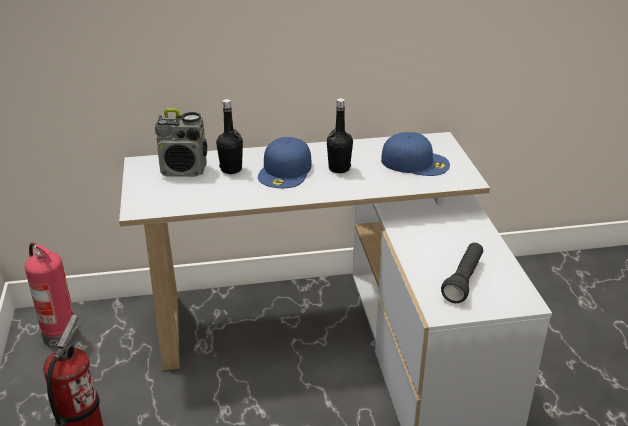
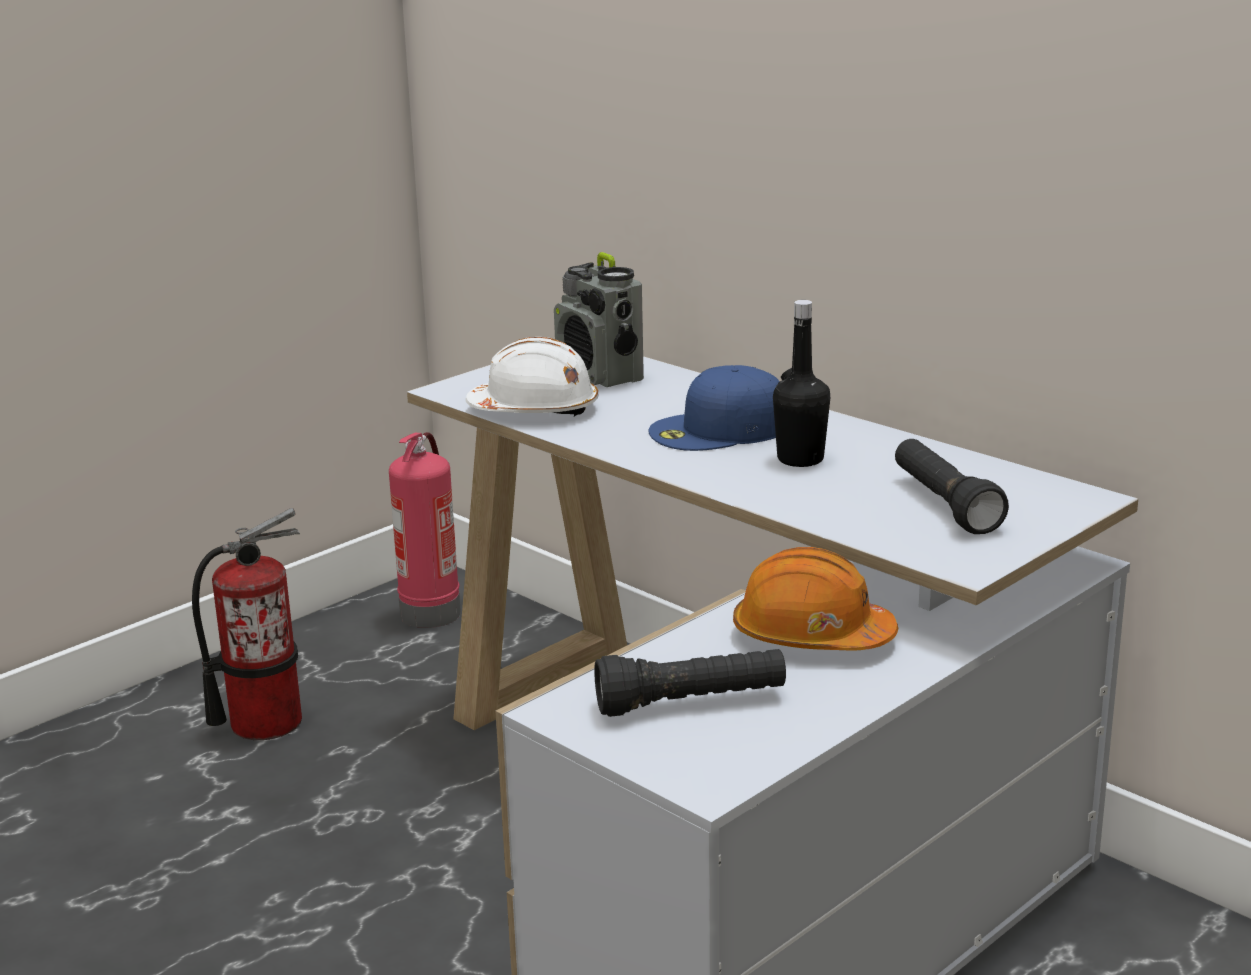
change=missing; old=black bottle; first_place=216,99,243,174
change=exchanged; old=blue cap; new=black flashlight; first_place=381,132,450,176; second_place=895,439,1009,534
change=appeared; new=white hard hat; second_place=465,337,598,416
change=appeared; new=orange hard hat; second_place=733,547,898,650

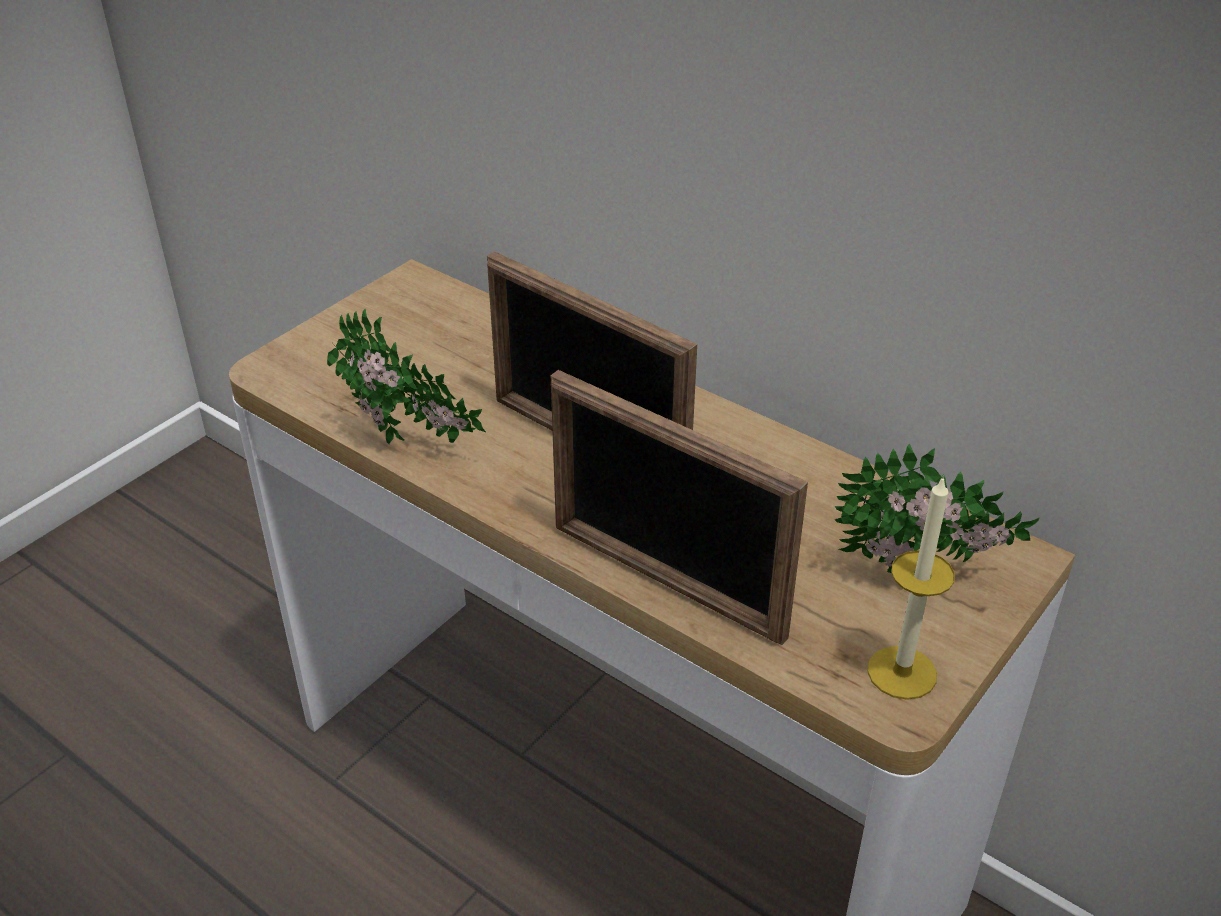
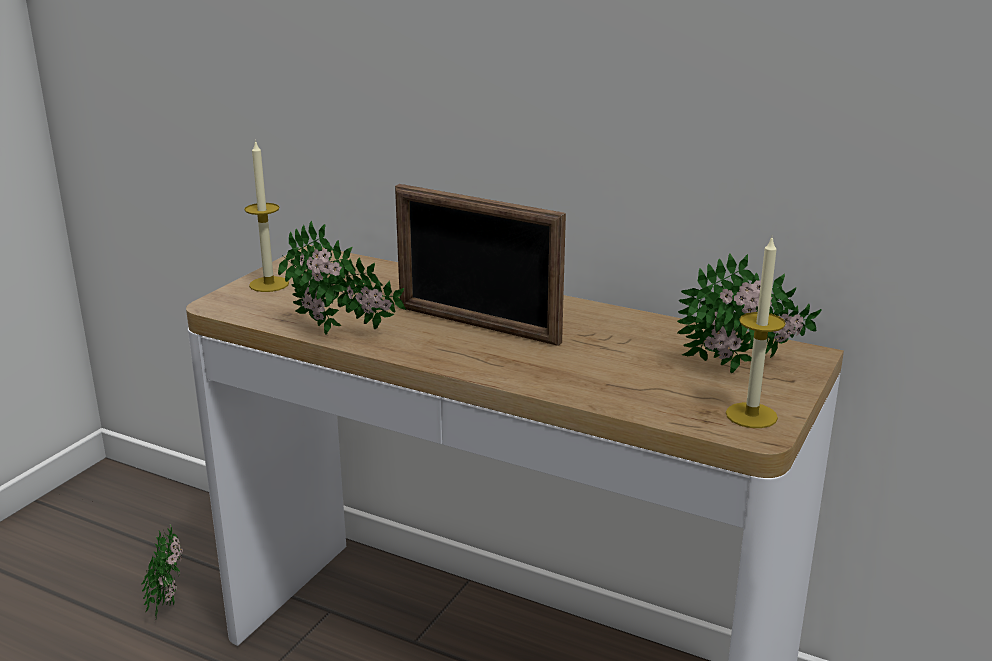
change=missing; old=picture frame; first_place=551,370,808,645
change=appeared; new=candle; second_place=244,140,289,292
change=appeared; new=potted plant; second_place=142,525,183,618

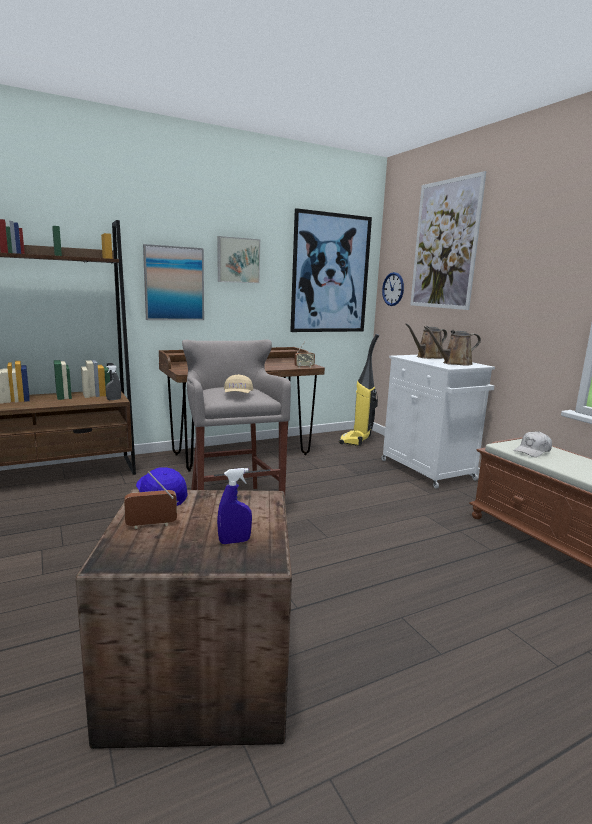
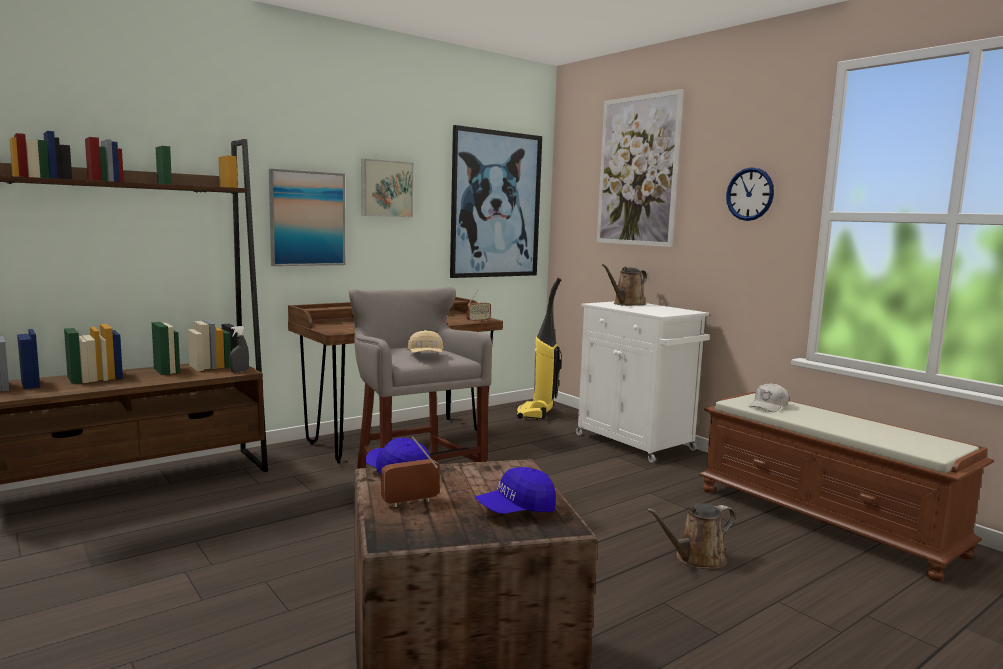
change=relocated; old=wall clock; first_place=382,272,404,306; second_place=726,167,774,221
change=relocated; old=brown watering can; first_place=424,326,481,365; second_place=646,503,736,569
change=exchanged; old=blue spray bottle; new=blue cap; first_place=217,468,252,544; second_place=475,467,556,514

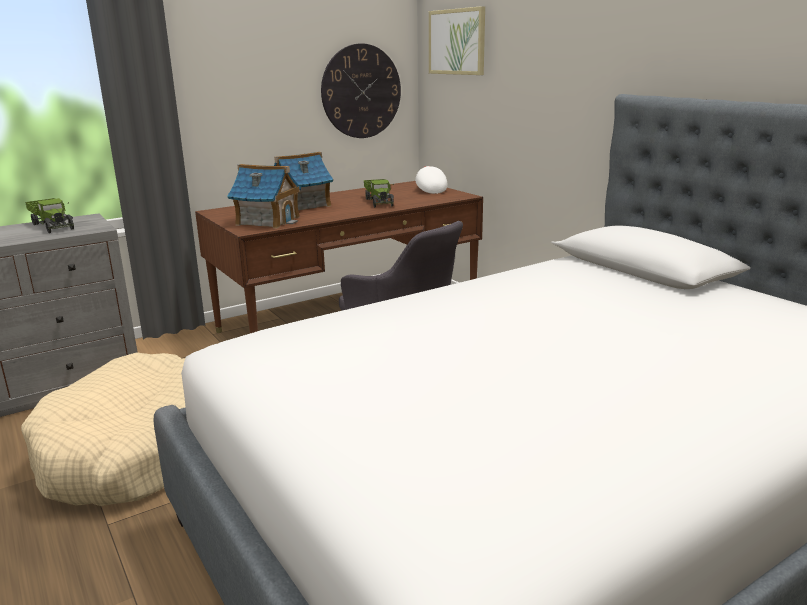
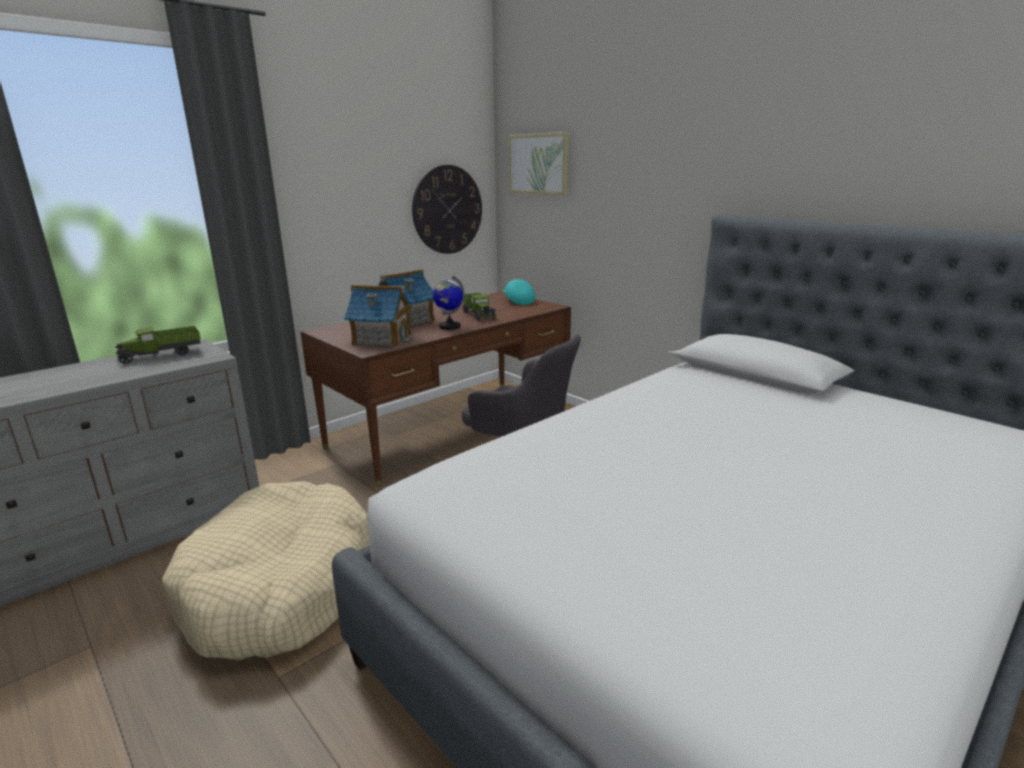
change=colour; old=white cap; new=turquoise cap; first_place=415,166,448,194; second_place=504,279,535,305
change=spun; old=toy truck; first_place=25,198,74,233; second_place=115,326,201,364; degrees=105
change=appeared; new=globe; second_place=433,276,464,330

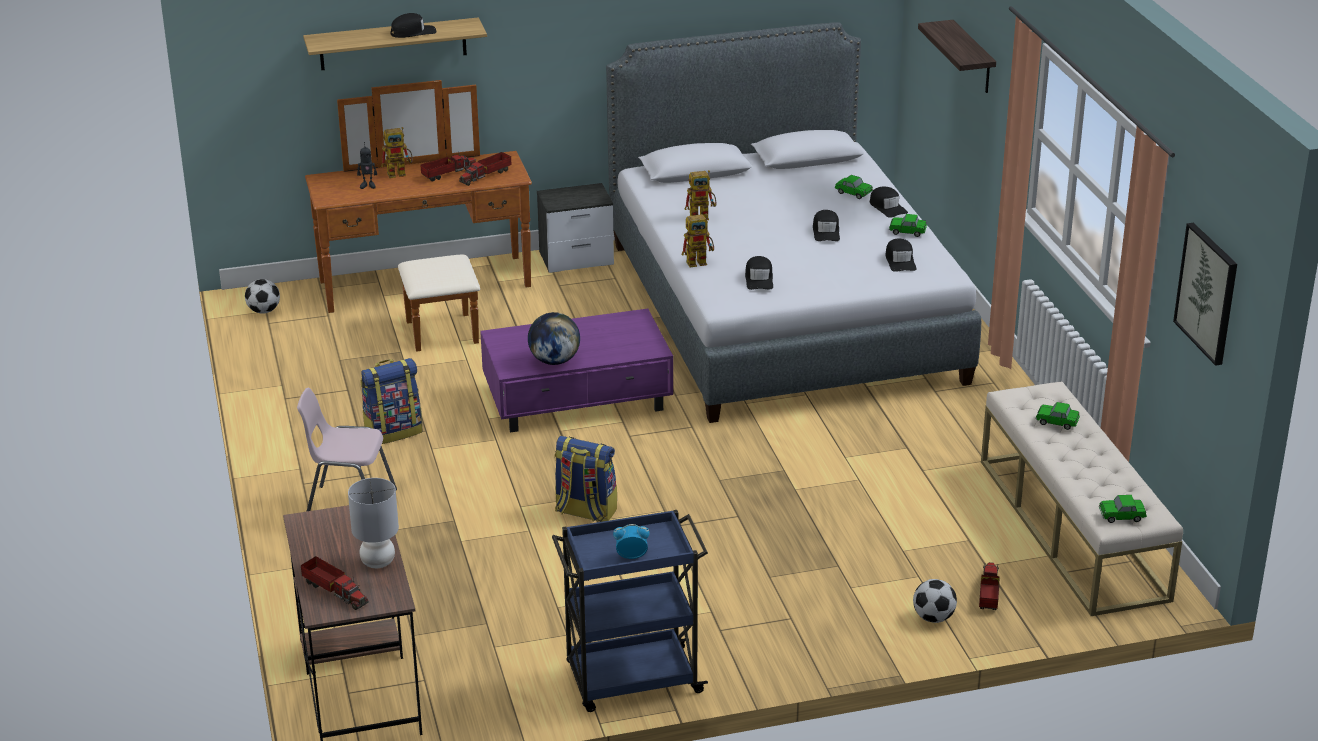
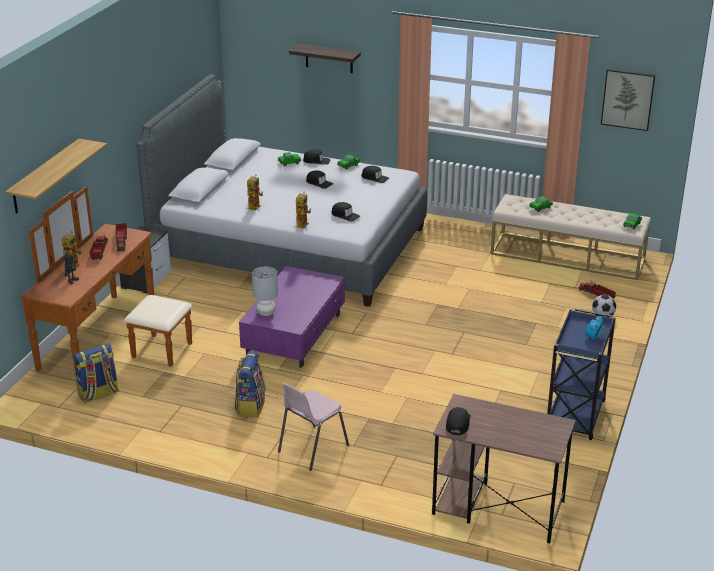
change=relocated; old=black cap; first_place=390,13,436,38; second_place=446,407,471,435
change=missing; old=football; first_place=245,279,280,314
change=missing; old=globe; first_place=528,312,580,365
change=relocated; old=backpack; first_place=554,436,617,522; second_place=73,343,119,403
change=relocated; old=grey table lamp; first_place=348,478,399,568; second_place=252,267,278,316
change=missing; old=toy truck; first_place=301,556,369,610

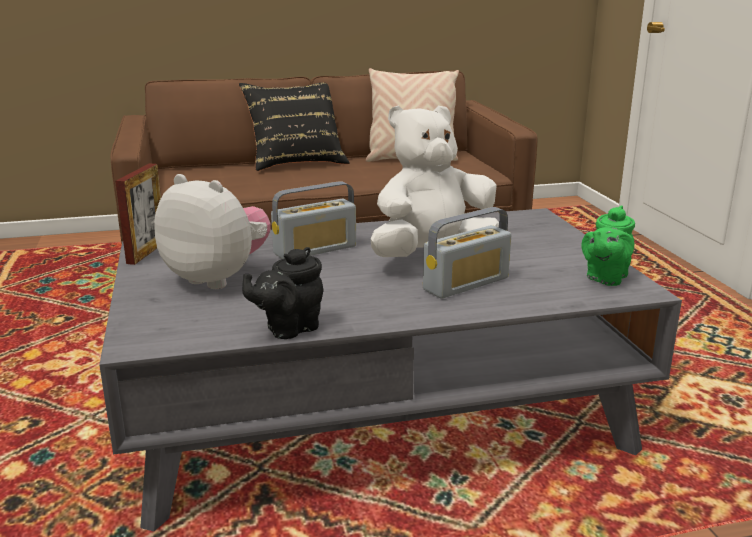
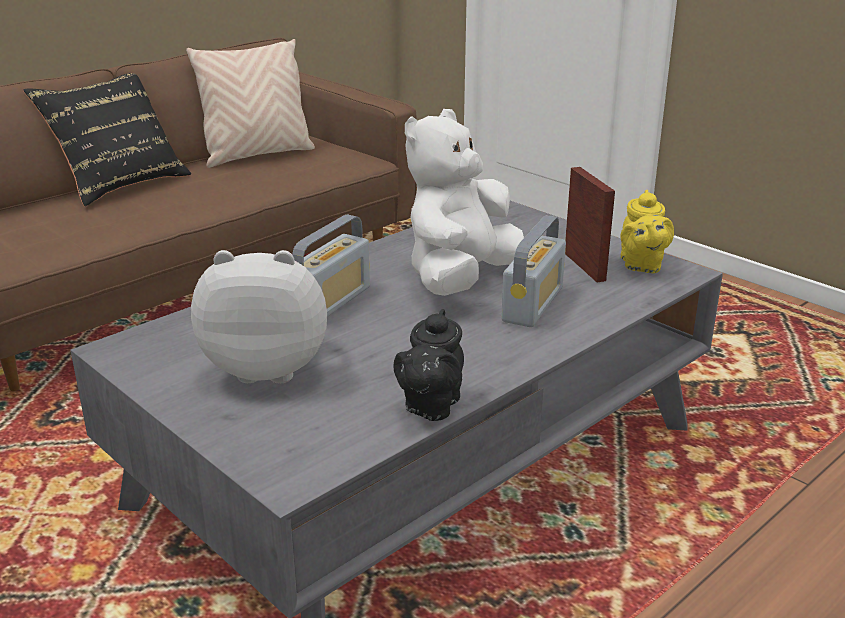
change=relocated; old=picture frame; first_place=115,163,161,265; second_place=565,167,615,282
change=colour; old=green teapot; new=yellow teapot; first_place=581,205,635,286; second_place=620,190,674,273

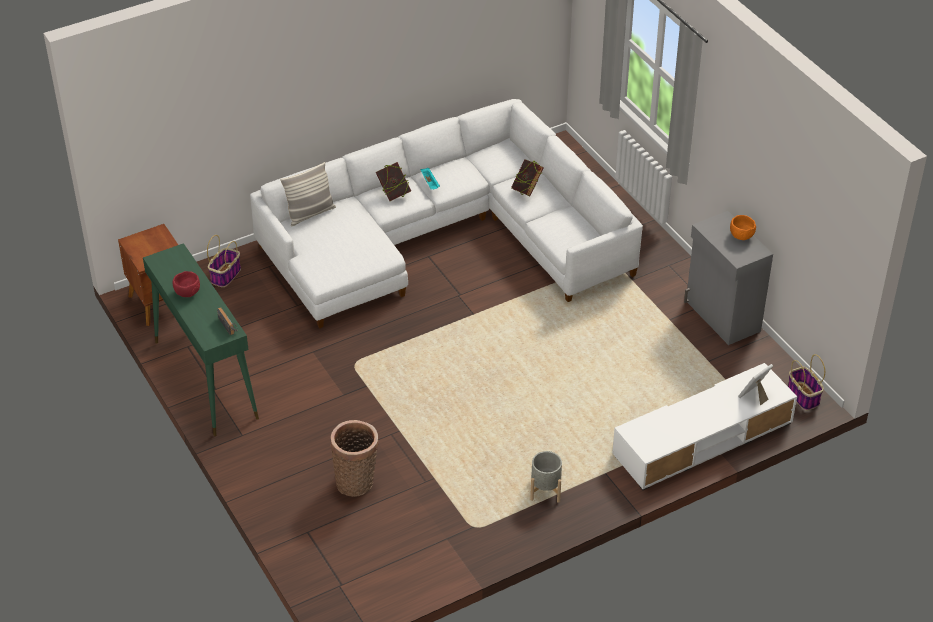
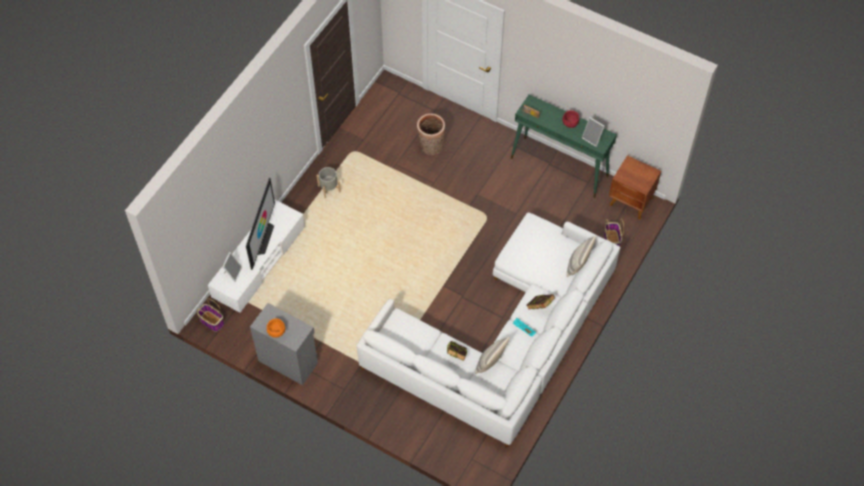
change=appeared; new=picture frame; second_place=582,117,605,147
change=appeared; new=television; second_place=246,178,275,270
change=appeared; new=pillow; second_place=475,337,510,374

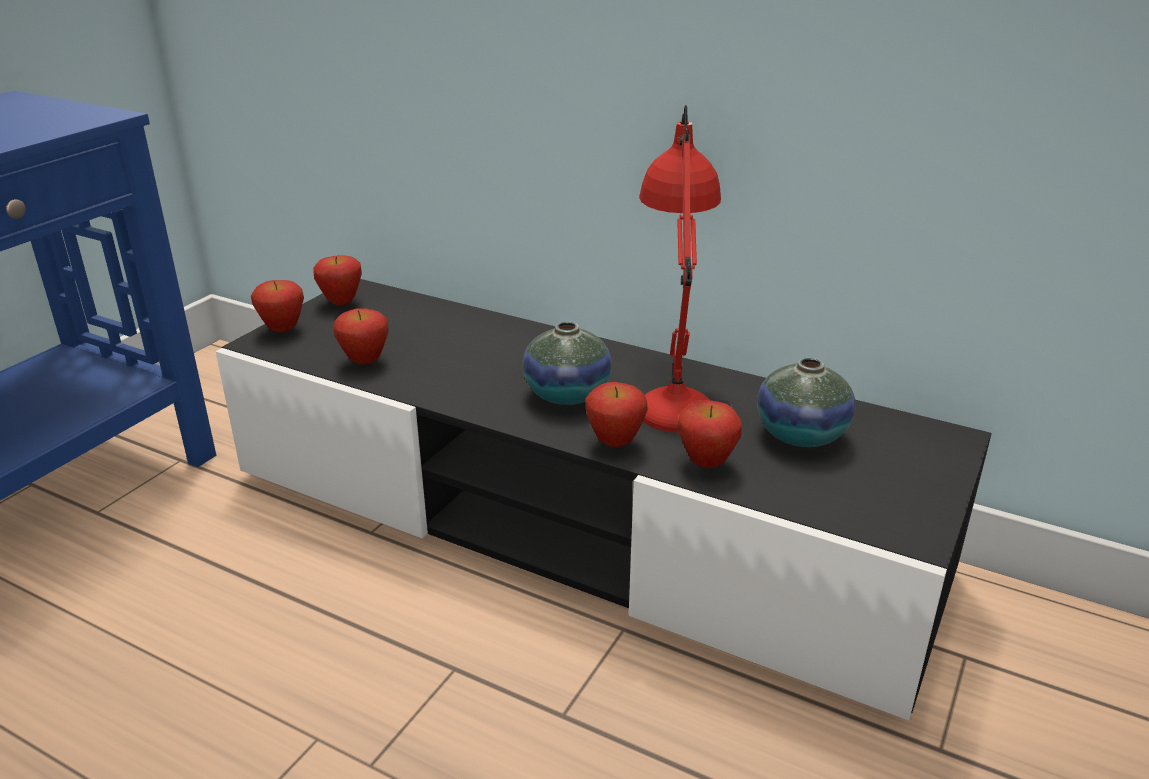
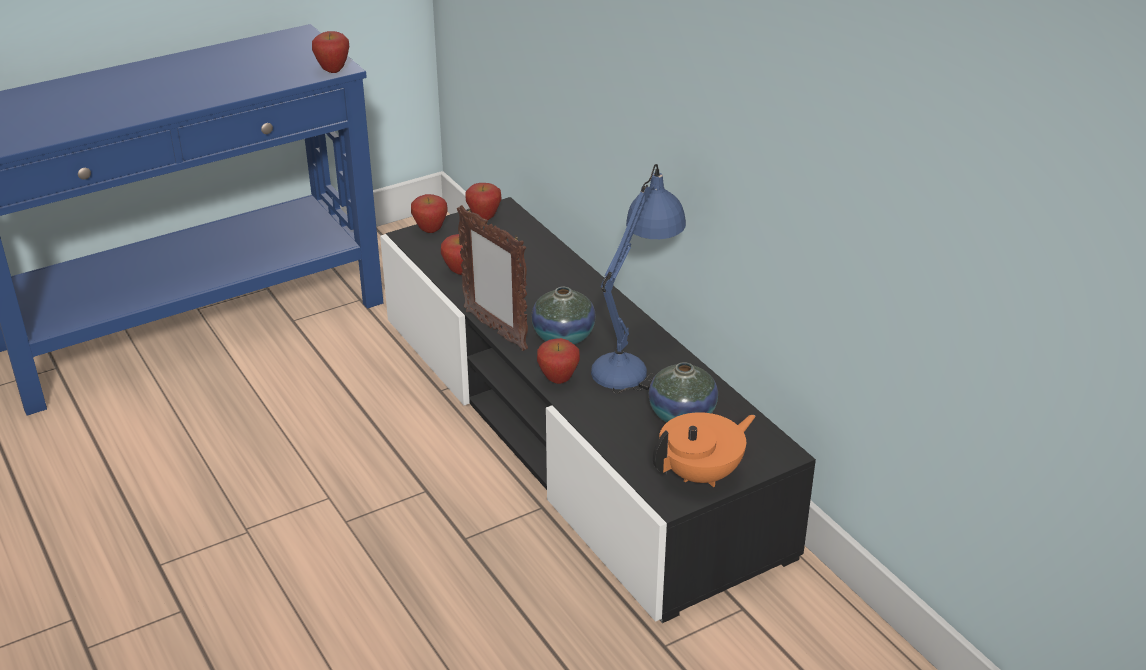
change=colour; old=red table lamp; new=blue table lamp; first_place=639,105,732,433; second_place=591,164,686,394
change=relocated; old=apple; first_place=678,400,742,468; second_place=312,31,349,73
change=appeared; new=picture frame; second_place=457,205,528,351
change=appeared; new=orange teapot; second_place=653,412,756,487

